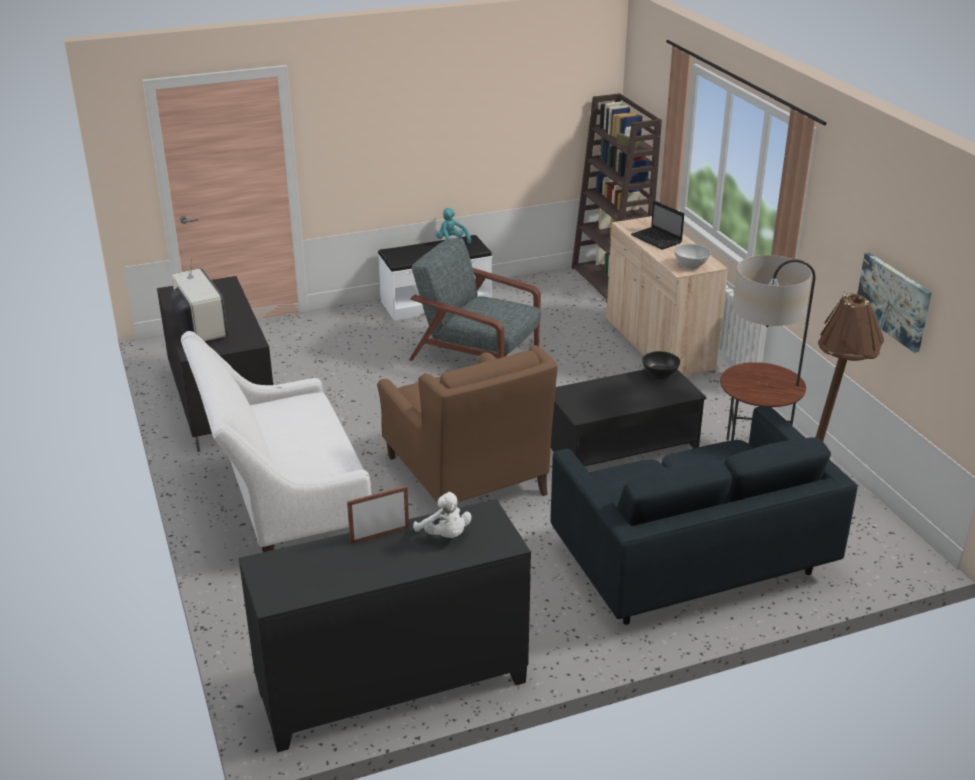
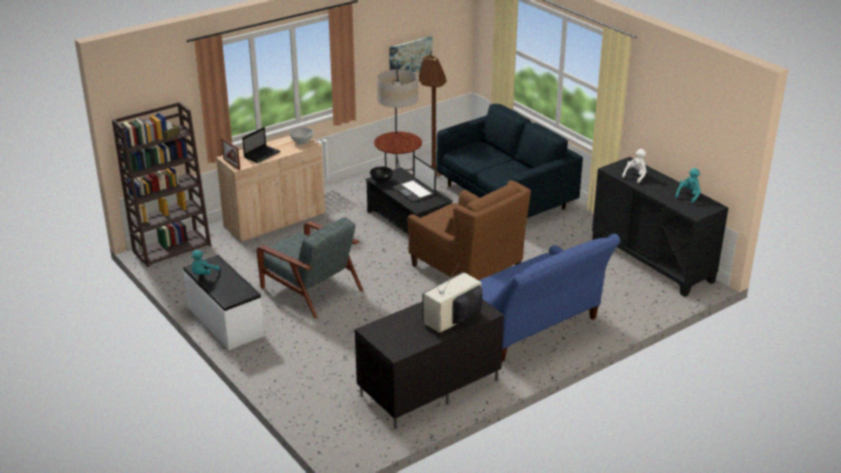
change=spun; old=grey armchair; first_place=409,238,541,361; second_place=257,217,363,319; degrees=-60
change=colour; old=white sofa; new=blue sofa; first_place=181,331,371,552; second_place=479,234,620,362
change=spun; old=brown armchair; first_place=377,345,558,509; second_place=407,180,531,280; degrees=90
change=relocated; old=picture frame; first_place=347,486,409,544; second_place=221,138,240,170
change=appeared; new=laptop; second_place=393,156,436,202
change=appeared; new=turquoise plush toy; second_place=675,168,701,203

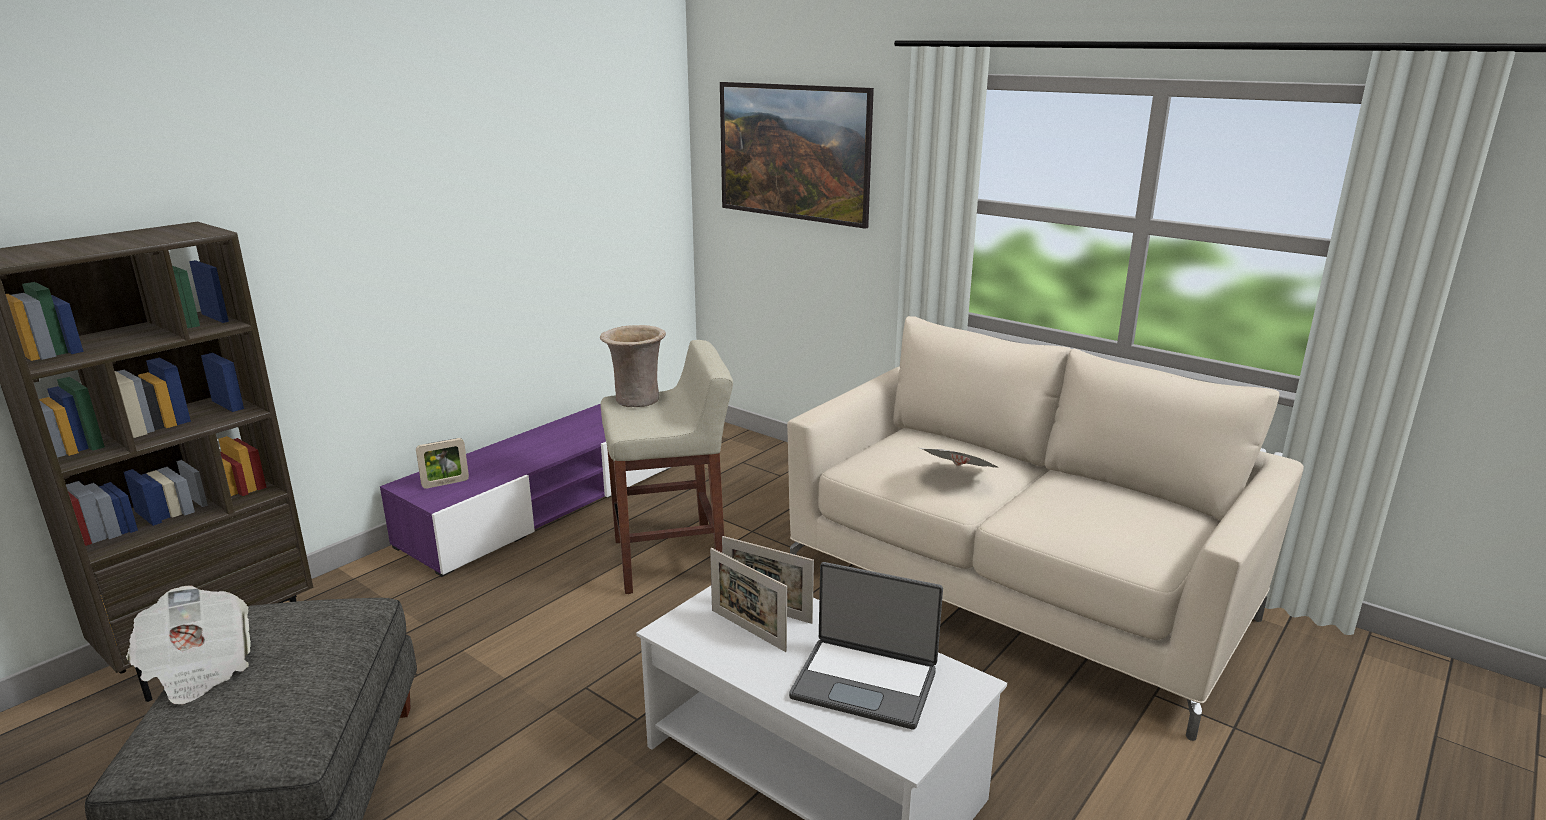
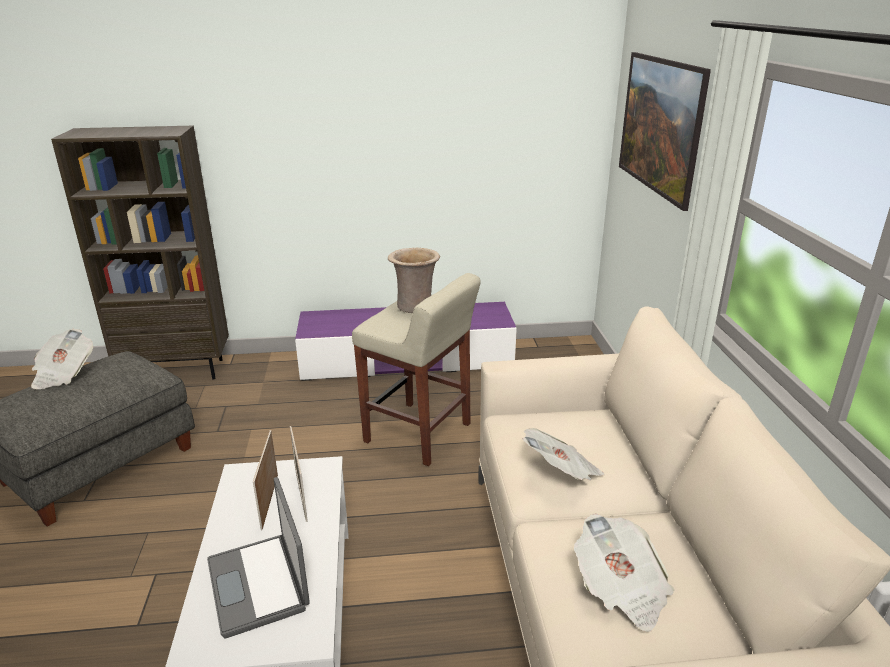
change=missing; old=picture frame; first_place=416,438,469,489
change=appeared; new=newspaper; second_place=574,513,674,632

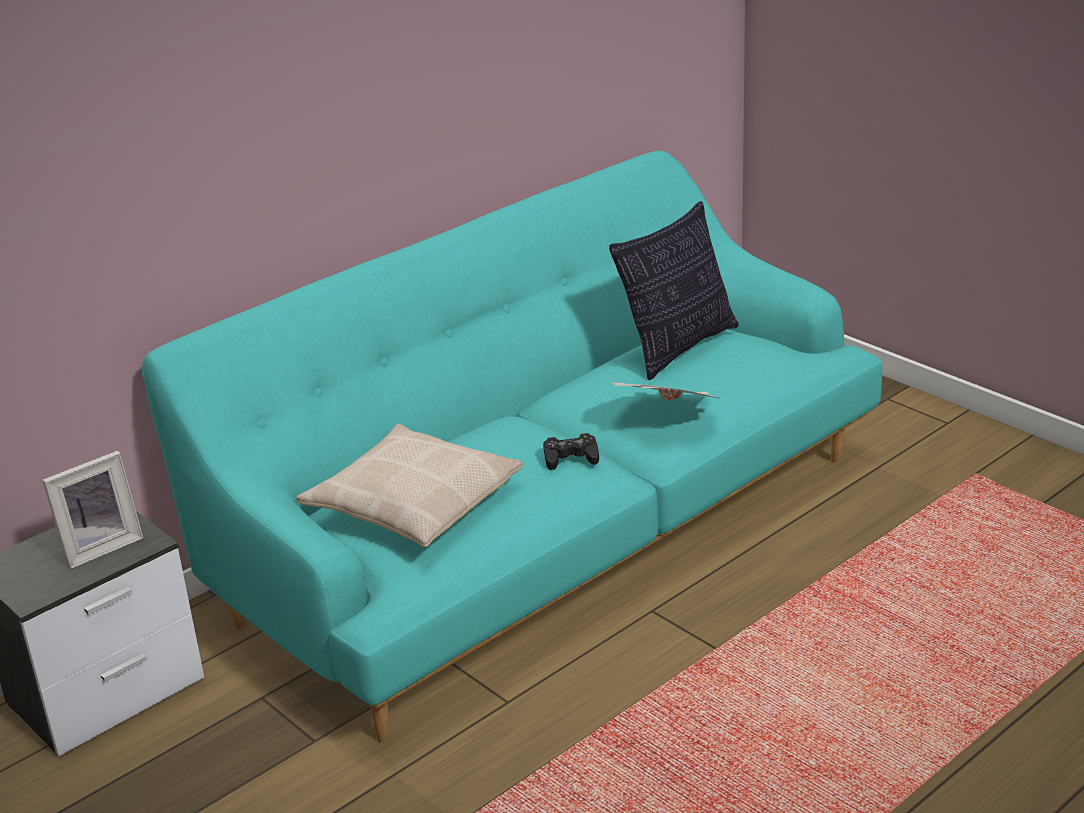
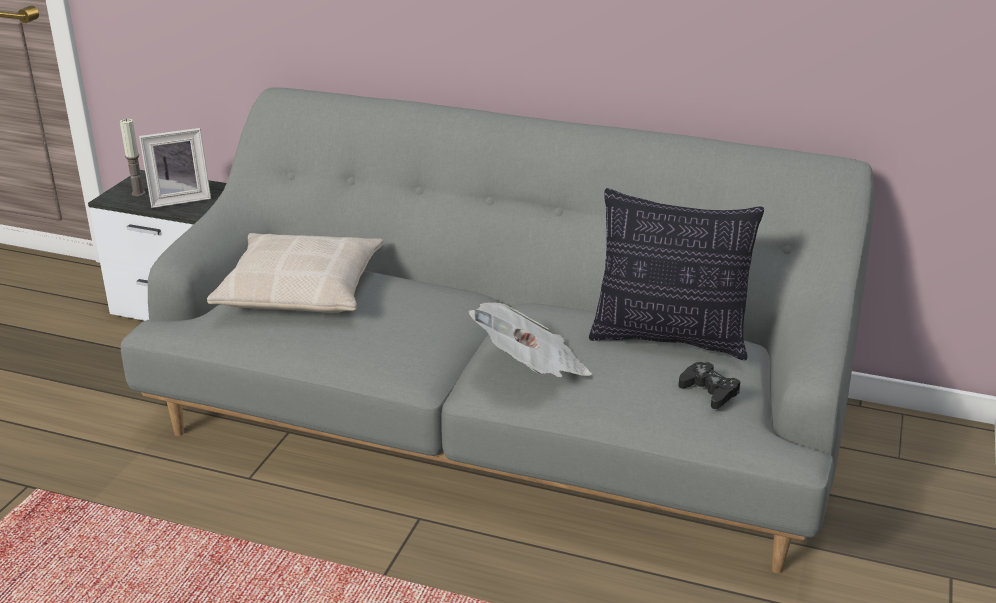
change=colour; old=turquoise sofa; new=grey sofa; first_place=142,151,882,742; second_place=121,87,875,573
change=relocated; old=black game controller; first_place=543,433,599,470; second_place=679,362,740,409
change=spun; old=picture frame; first_place=42,451,143,569; second_place=139,128,211,208; degrees=-45
change=appeared; new=candle; second_place=120,119,145,196

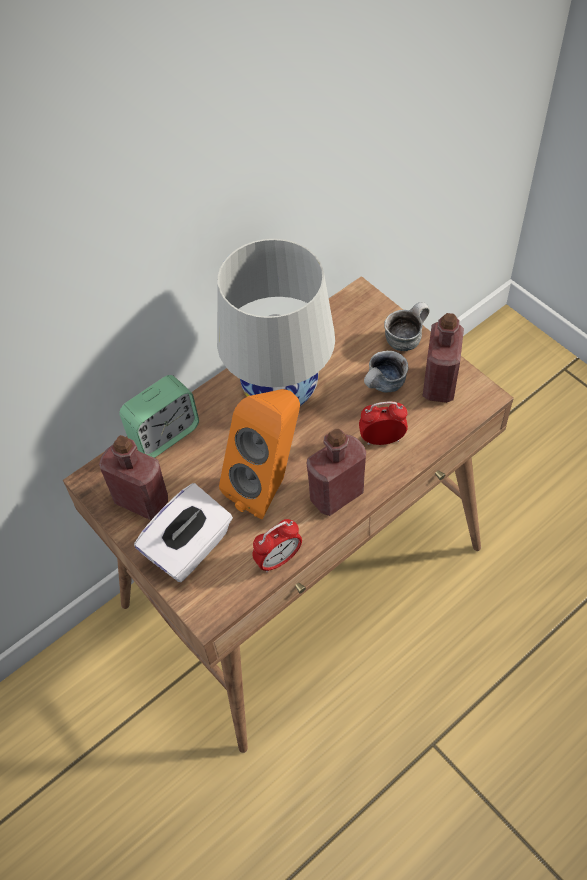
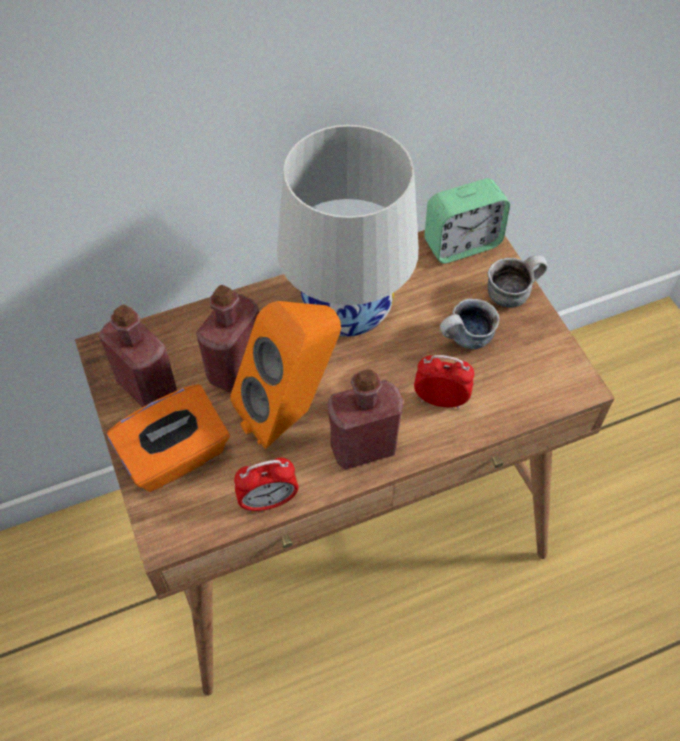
change=relocated; old=red bottle; first_place=423,313,464,403; second_place=196,285,259,392
change=relocated; old=alarm clock; first_place=119,375,199,458; second_place=424,178,510,264
change=colour; old=white tissue box; new=orange tissue box; first_place=134,483,233,582; second_place=107,384,230,492

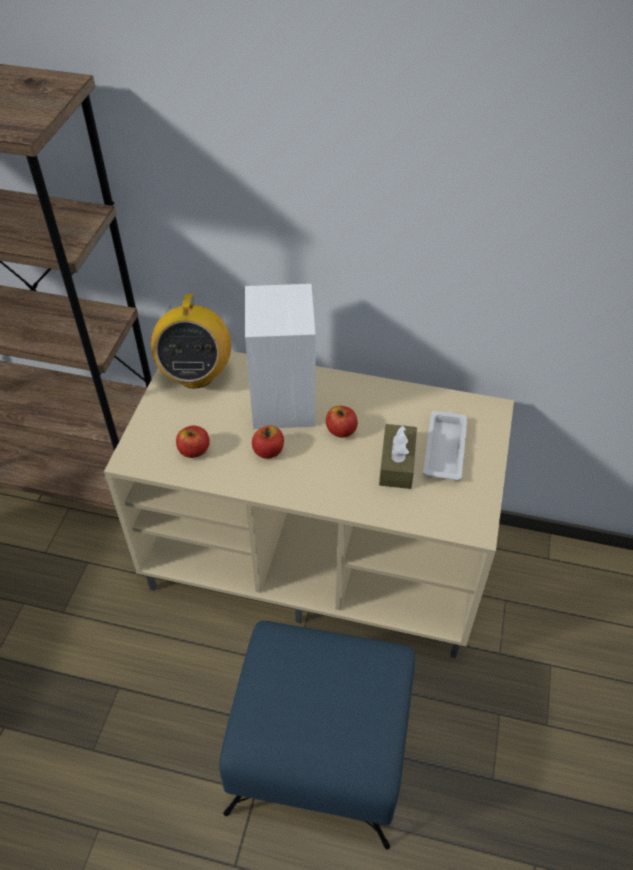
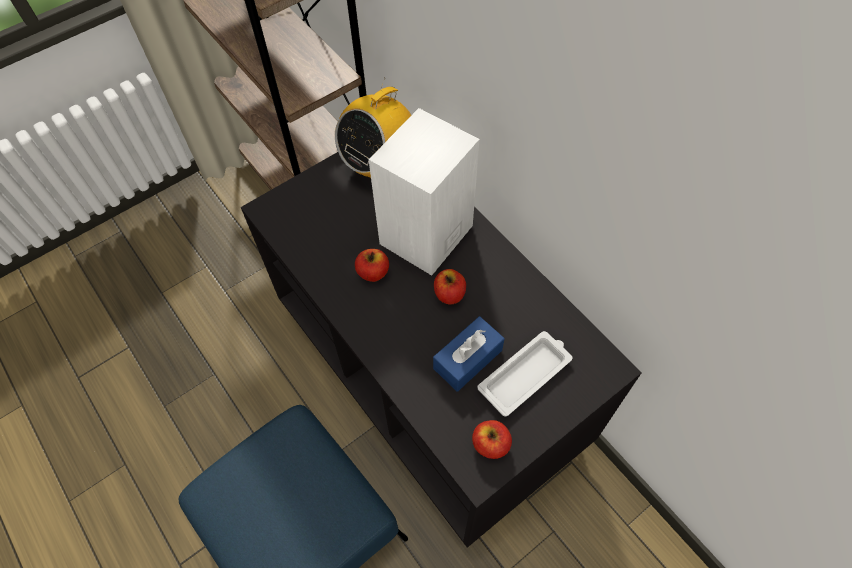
change=colour; old=beige tv stand; new=black tv stand; first_place=104,351,514,658; second_place=241,152,642,548
change=colour; old=brown tissue box; new=blue tissue box; first_place=379,424,417,489; second_place=433,316,505,392
change=relocated; old=apple; first_place=176,425,210,458; second_place=472,420,512,459

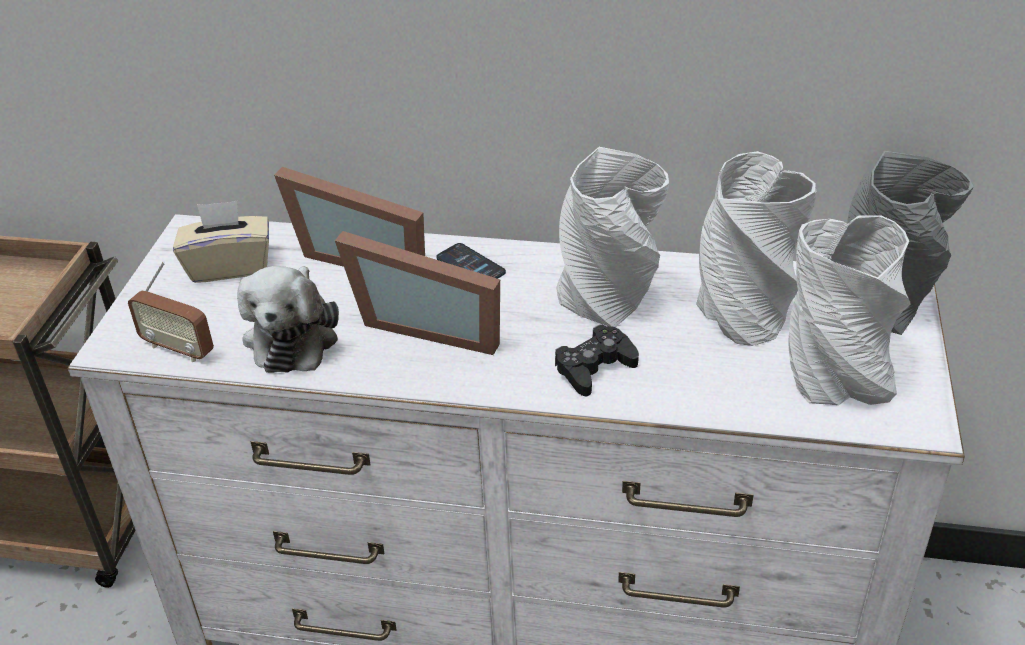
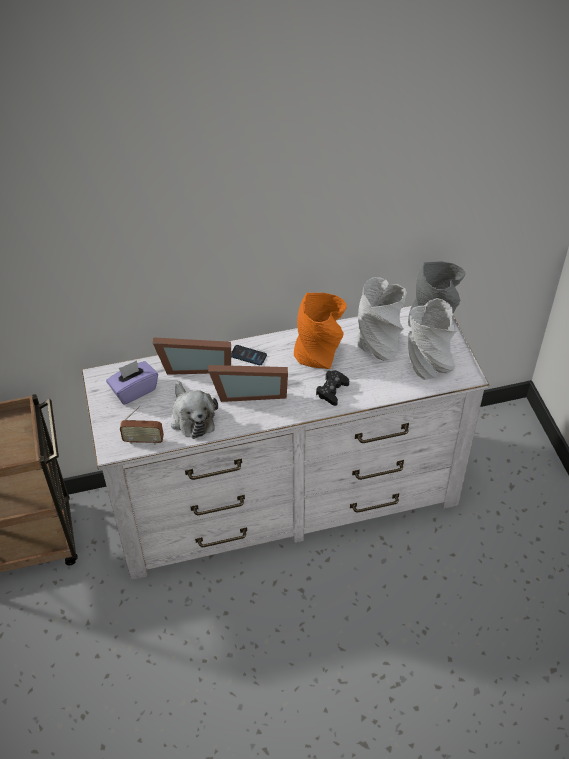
change=colour; old=grey vase; new=orange vase; first_place=556,147,669,327; second_place=294,293,347,369
change=colour; old=beige tissue box; new=purple tissue box; first_place=173,201,269,283; second_place=106,360,158,405

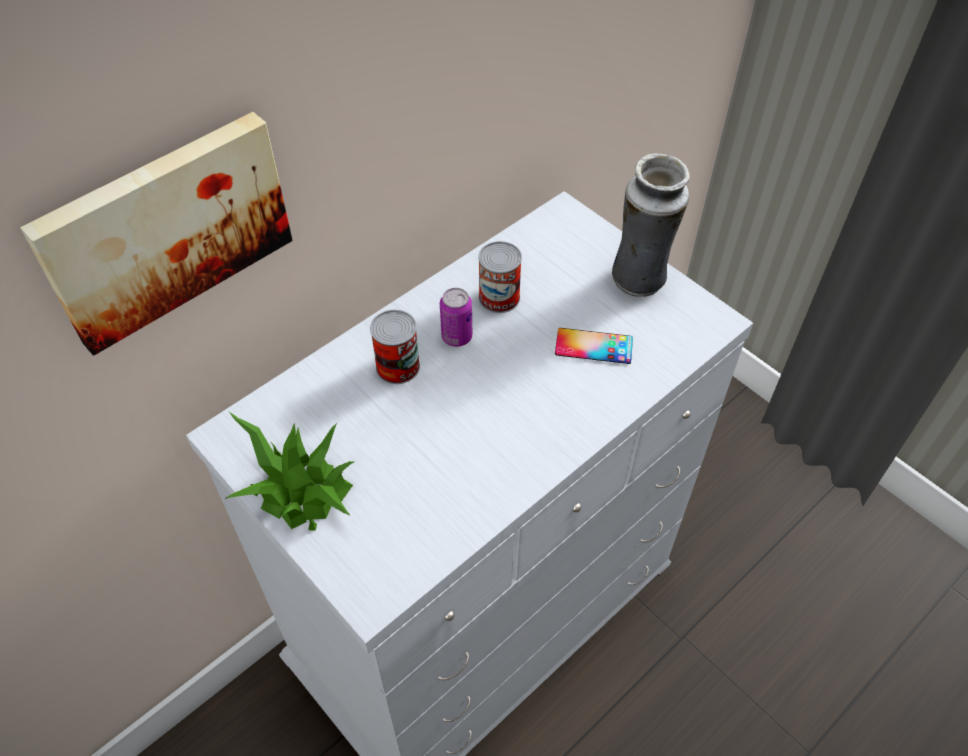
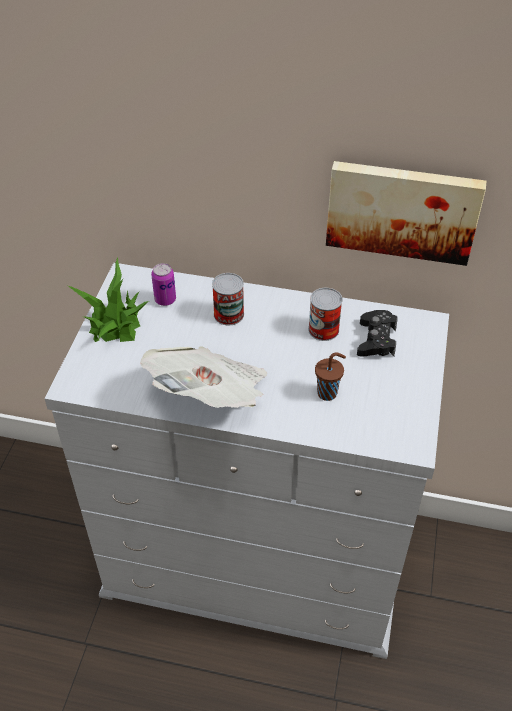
change=relocated; old=picture; first_place=20,112,292,356; second_place=326,161,486,266
change=missing; old=vase; first_place=612,153,690,297
change=relocated; old=can; first_place=440,288,472,347; second_place=151,263,176,306
change=exchanged; old=phone; new=brown cup; first_place=555,328,633,364; second_place=315,352,346,401
change=appeared; new=black game controller; second_place=357,310,398,357
change=appeared; new=newspaper; second_place=140,346,267,408

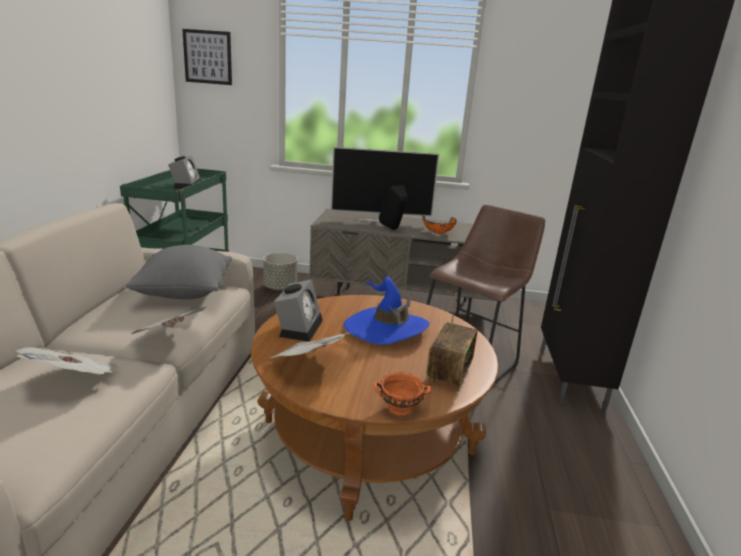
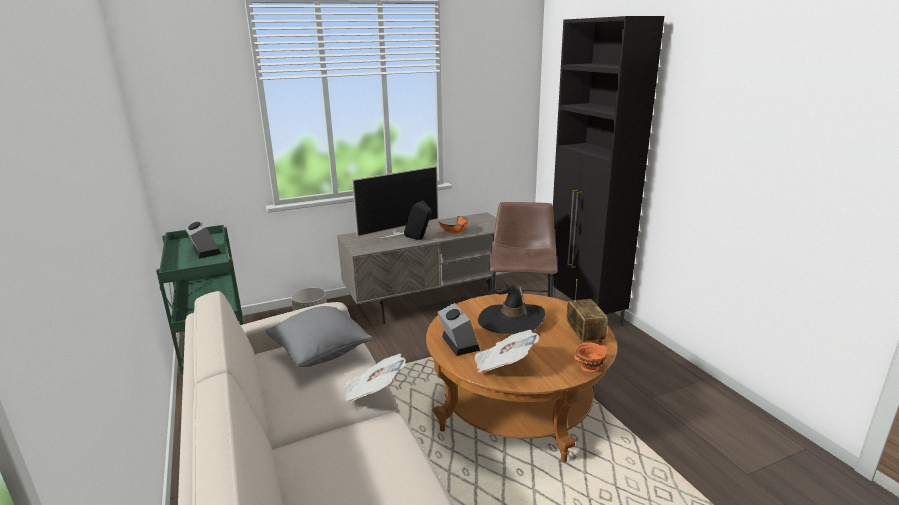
change=missing; old=picture; first_place=182,29,232,85
change=colour; old=blue hat; new=black hat; first_place=344,277,430,344; second_place=478,282,545,334
change=missing; old=newspaper; first_place=15,347,124,375

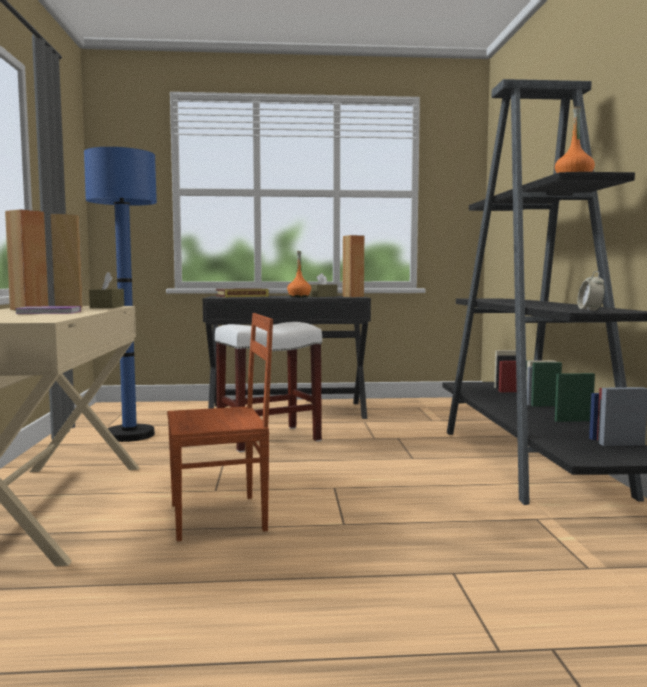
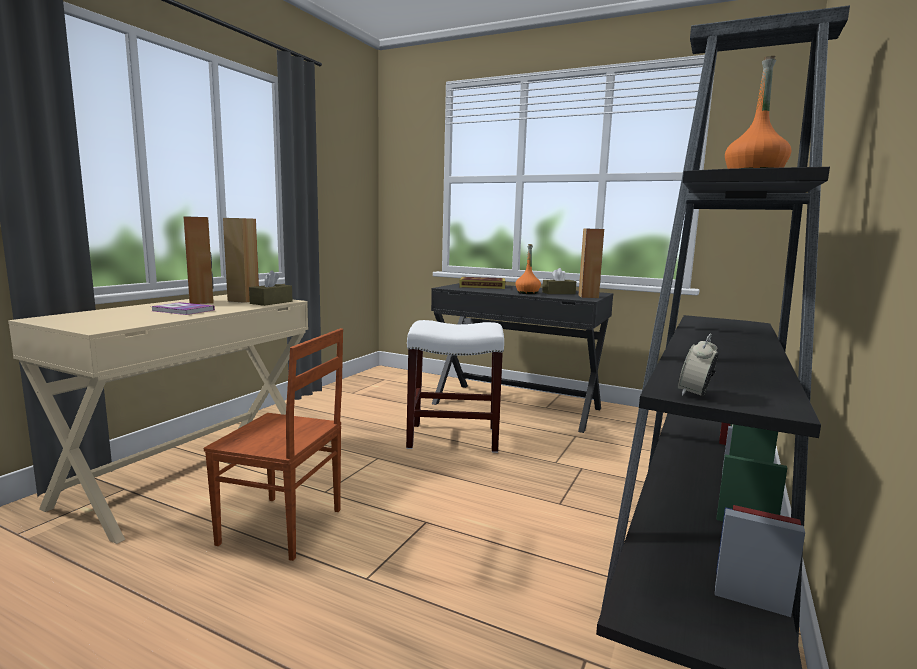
change=missing; old=blue floor lamp; first_place=84,147,157,442

